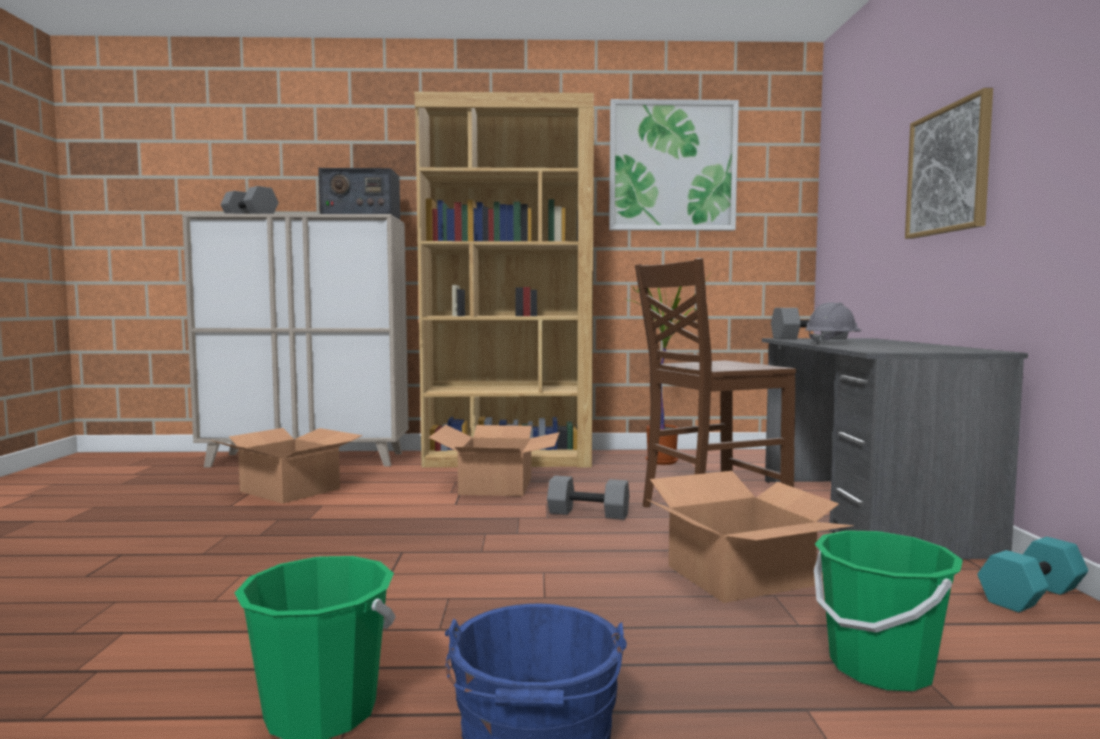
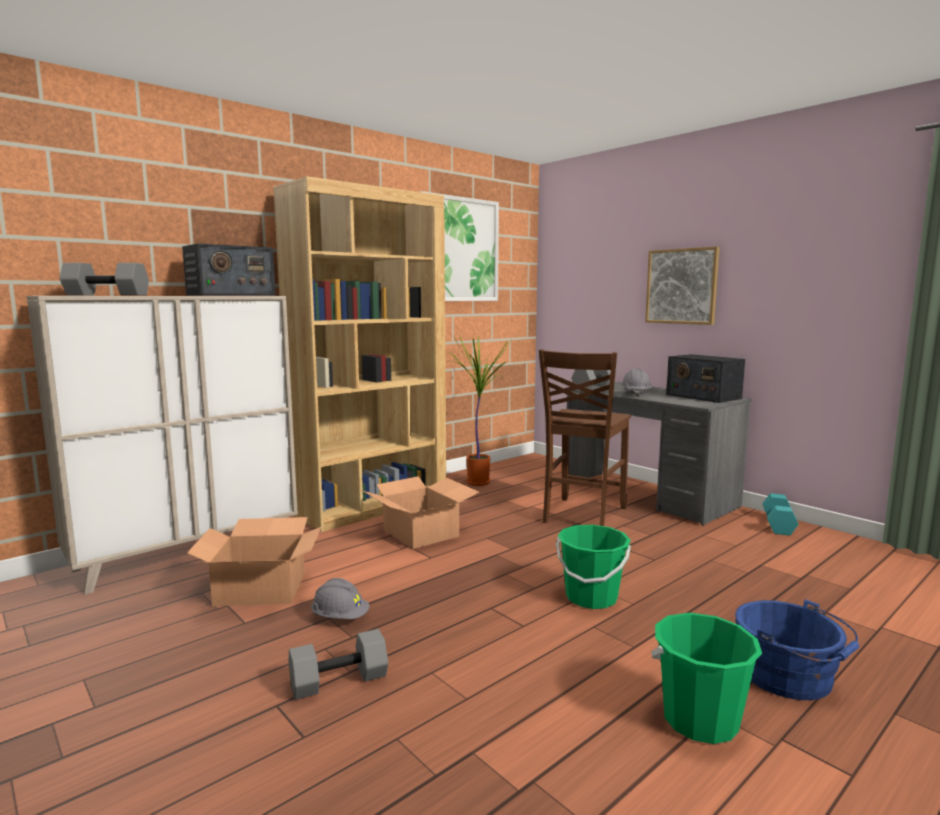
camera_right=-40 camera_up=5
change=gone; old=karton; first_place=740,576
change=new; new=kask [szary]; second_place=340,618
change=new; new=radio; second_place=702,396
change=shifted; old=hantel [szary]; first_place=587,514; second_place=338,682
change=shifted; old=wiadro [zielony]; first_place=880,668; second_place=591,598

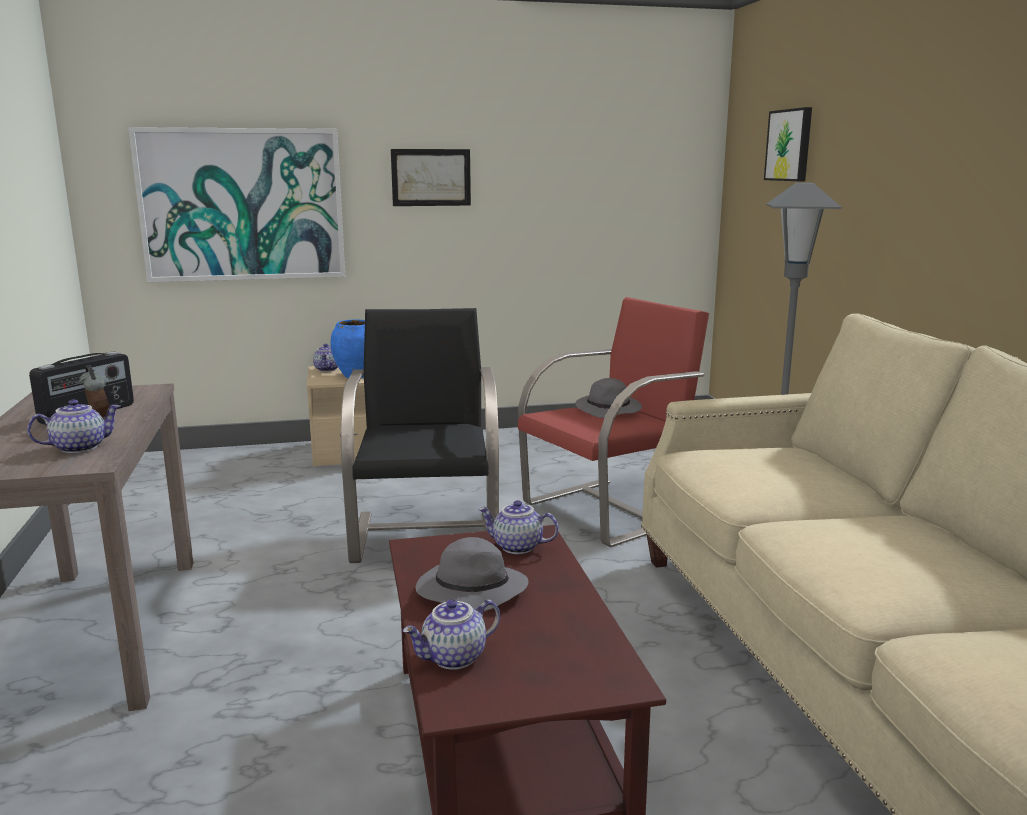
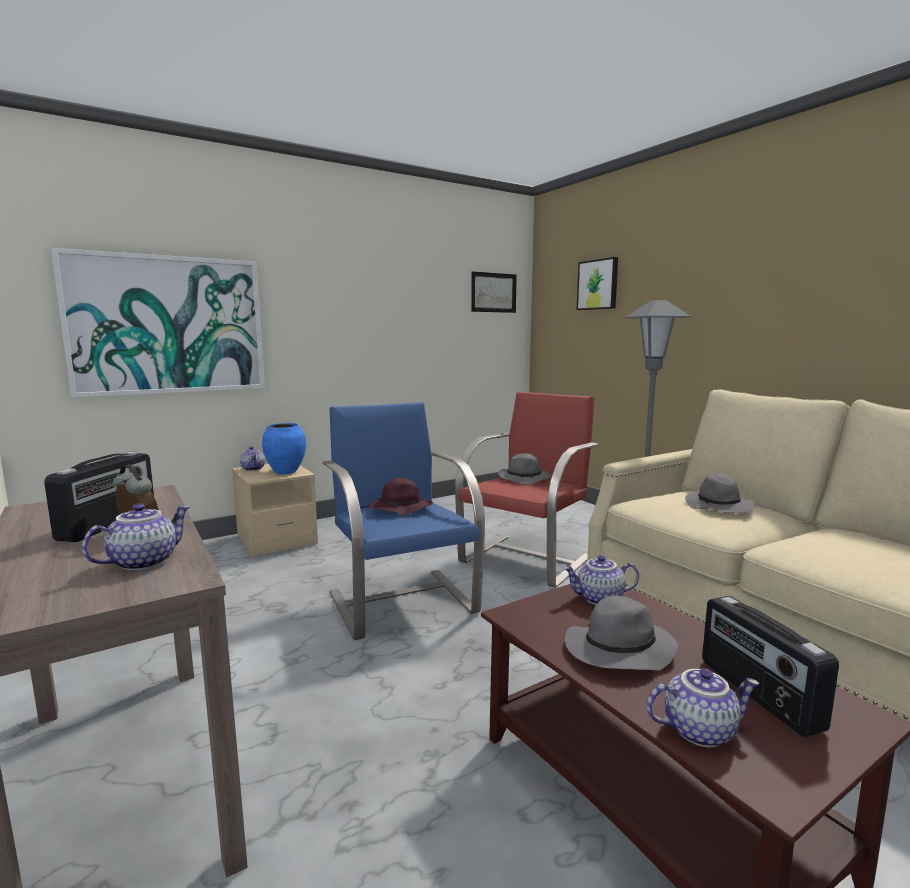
camera_right=-20 camera_up=-5
change=new; new=kapelusz [fioletowy]; second_place=399,508
change=new; new=kapelusz [szary]; second_place=719,506
change=new; new=radio; second_place=757,694
change=shifted; old=obraz; first_place=431,177; second_place=493,292
change=repainted; old=fotel [czarny]; new=fotel [niebieski]; first_place=426,534; second_place=401,601
change=rotated; old=imbryk; first_place=454,658; second_place=699,729; degrees=-135

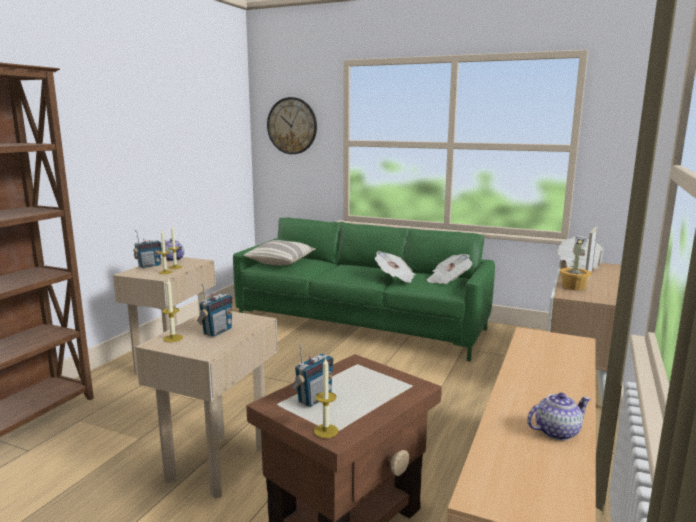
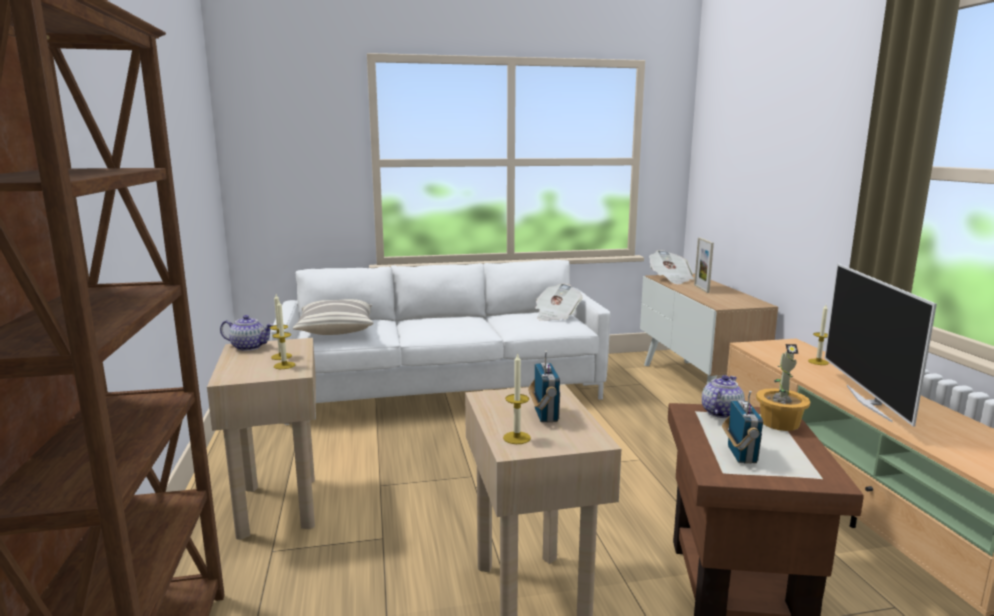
camera_right=-35 camera_up=0
change=gone; old=radio; first_place=149,266
change=gone; old=zegar ścienny; first_place=292,126
change=gone; old=gazeta; first_place=395,278
change=new; new=telewizor; second_place=869,403
change=shifted; old=świeca; first_place=326,431; second_place=818,362
change=shifted; old=imbryk; first_place=556,431; second_place=720,412
change=shifted; old=roślina doniczkowa; first_place=573,287; second_place=779,423
change=repainted; old=kanapa [zielony]; new=kanapa [biały]; first_place=360,326; second_place=445,392

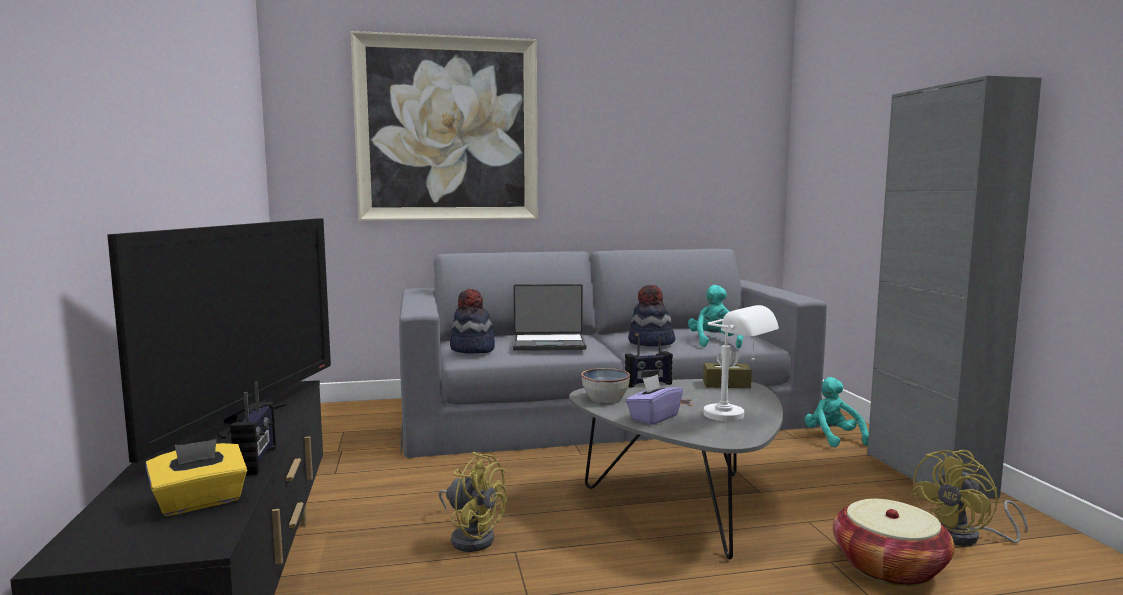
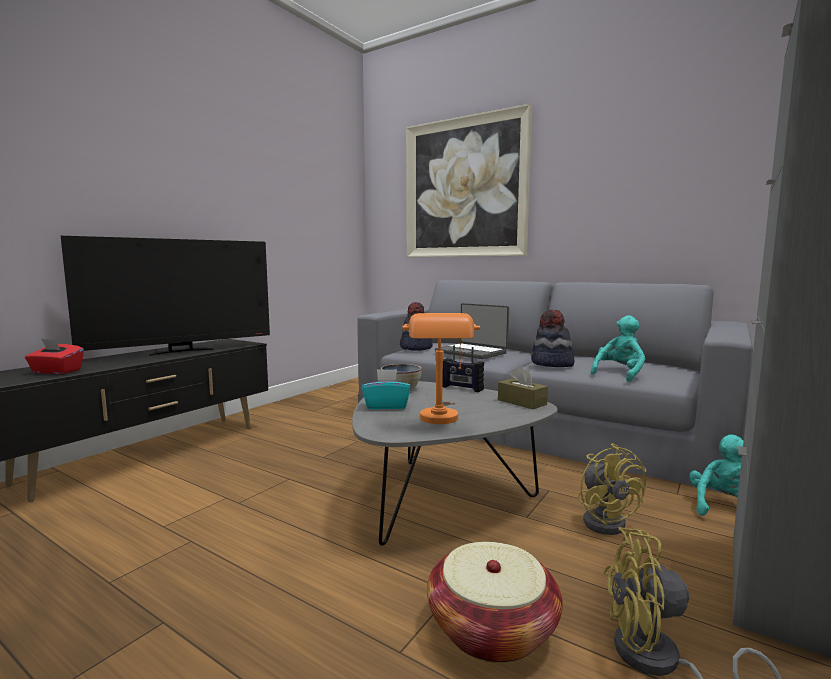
camera_right=45 camera_up=0
change=gone; old=radio; first_place=257,461
change=shifted; old=wentylator [żółty]; first_place=471,536; second_place=606,521
change=repainted; old=pudełko chusteczek [żółty]; new=pudełko chusteczek [czerwony]; first_place=200,502; second_place=56,372
change=repainted; old=pudełko chusteczek [fioletowy]; new=pudełko chusteczek [turkusowy]; first_place=653,418; second_place=386,406
change=repainted; old=lampa stołowa [biały]; new=lampa stołowa [pomarańczowy]; first_place=737,417; second_place=441,422

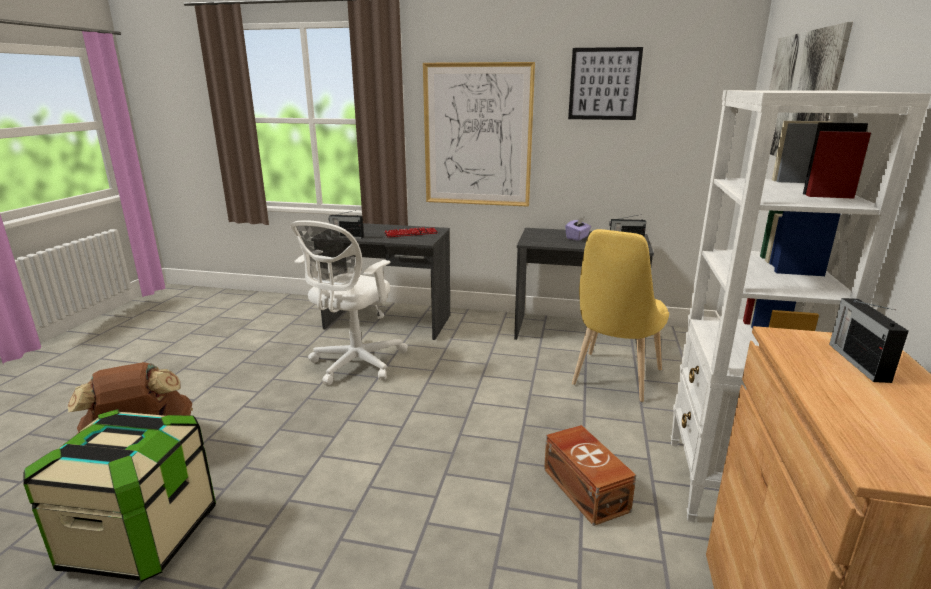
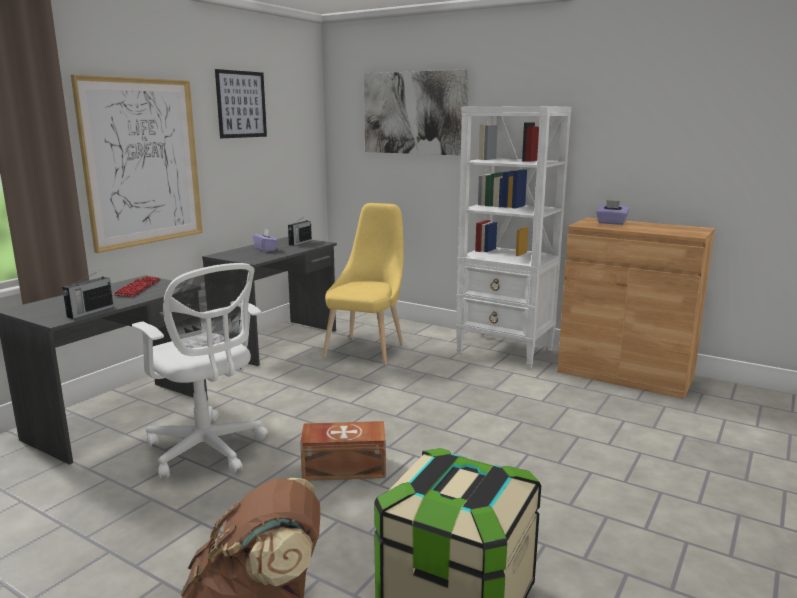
camera_right=-70 camera_up=-5
change=shifted; old=pojemnik do przechowywania [brązowy]; first_place=585,488; second_place=343,467
change=swapped; old=radio; new=pudełko chusteczek [fioletowy]; first_place=857,361; second_place=611,223
change=rotated; old=krzesło [żółty]; first_place=613,379; second_place=367,348; degrees=-120

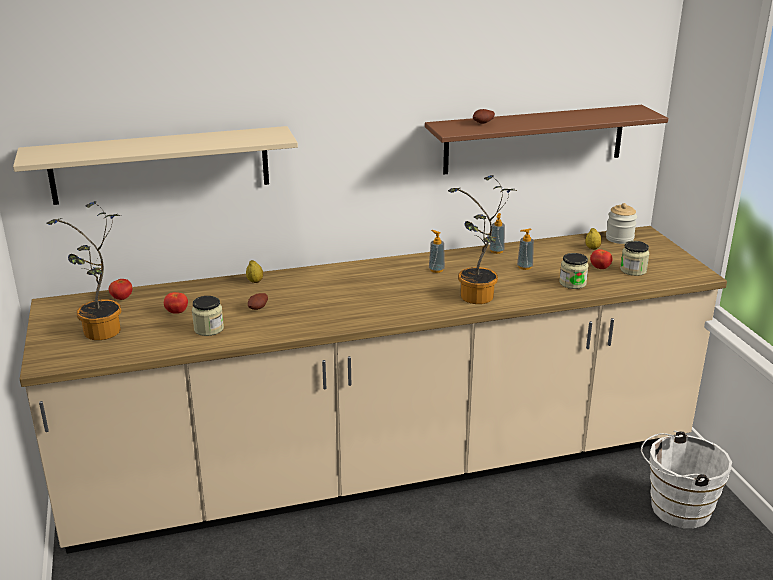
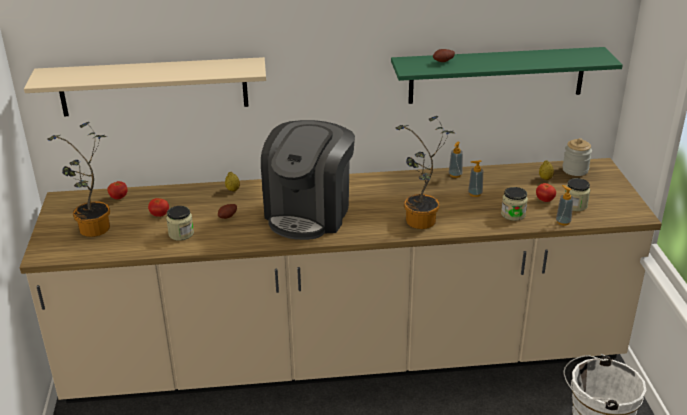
camera_right=10 camera_up=5
change=new; new=ekspres do kawy; second_place=309,213
change=shifted; old=dozownik mydła; first_place=436,270; second_place=563,222
change=repainted; old=półka [brązowy]; new=półka [zielony]; first_place=534,139; second_place=496,75

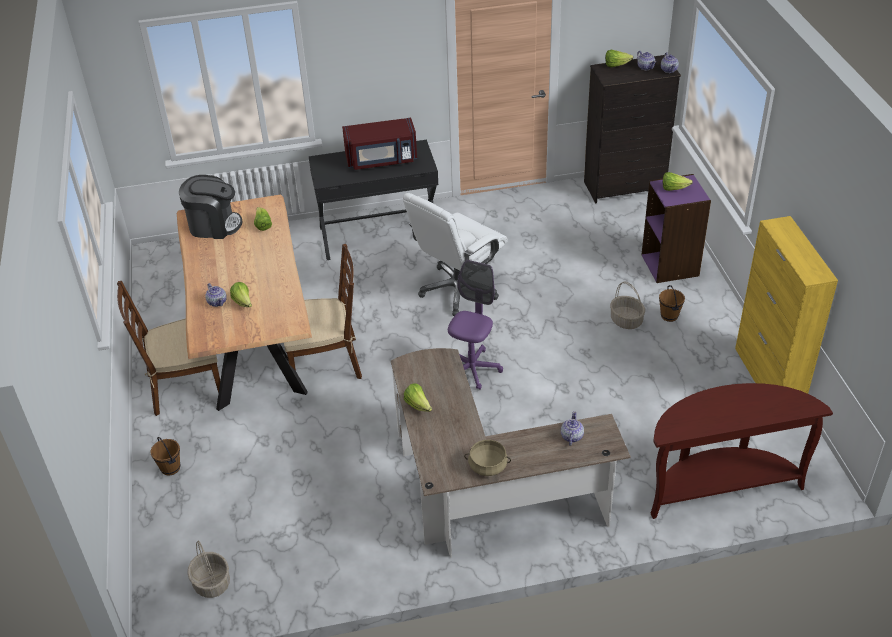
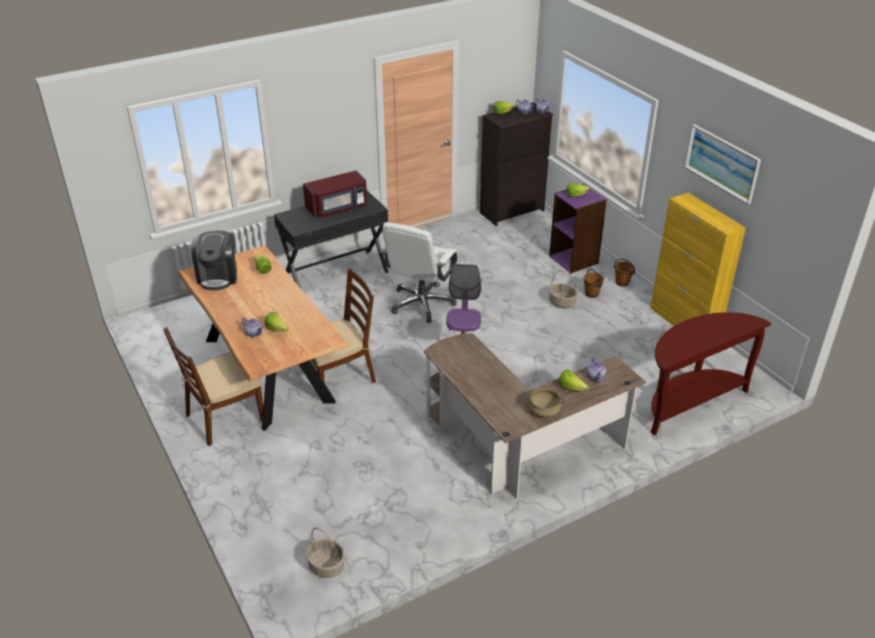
camera_right=-20 camera_up=-5
change=new; new=obraz; second_place=722,163
change=shifted; old=wiadro [brązowy]; first_place=170,468; second_place=622,283
change=shifted; old=sałata; first_place=418,405; second_place=571,388
change=rotated; old=ekspres do kawy; first_place=214,225; second_place=218,276; degrees=105

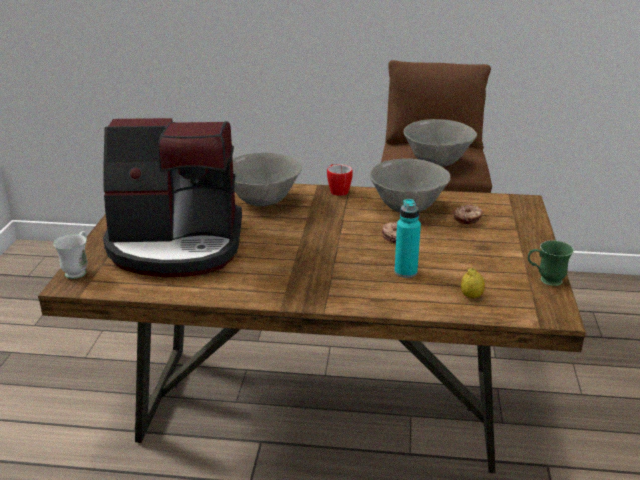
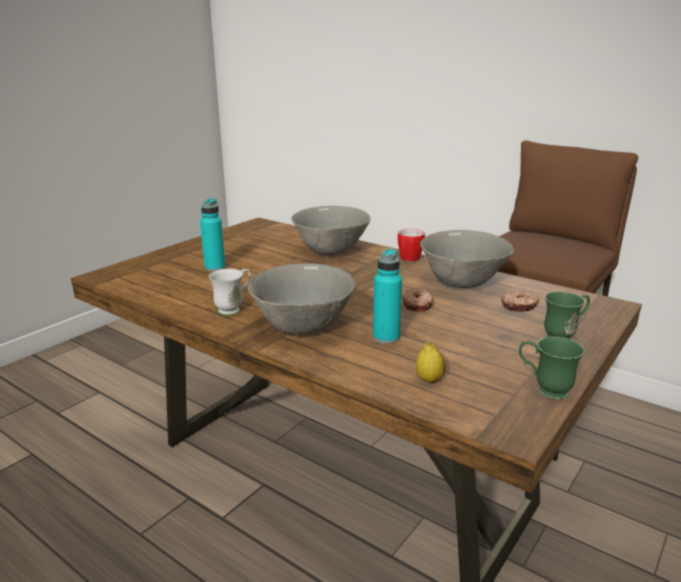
camera_right=30 camera_up=-5
change=new; new=kubek [zielony]; second_place=564,336
change=shifted; old=kubek [biały]; first_place=78,270; second_place=234,309
change=shifted; old=miska [szary]; first_place=437,163; second_place=303,328
change=swapped; old=ekspres do kawy; new=butelka [turkusowy]; first_place=176,245; second_place=215,267

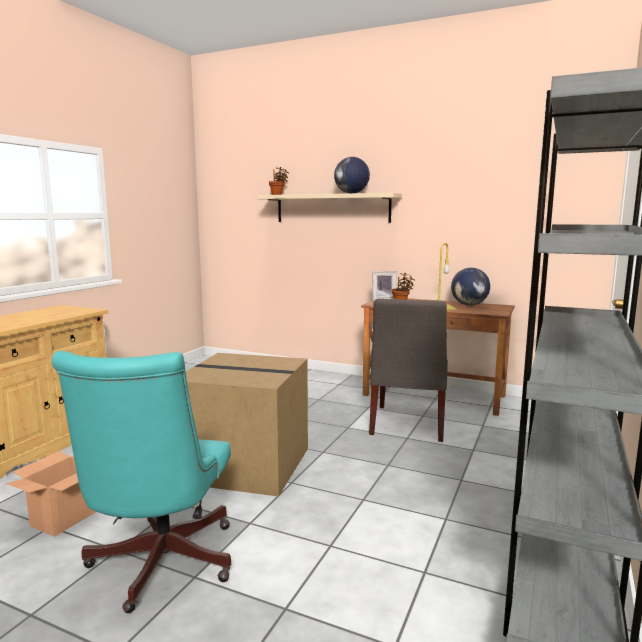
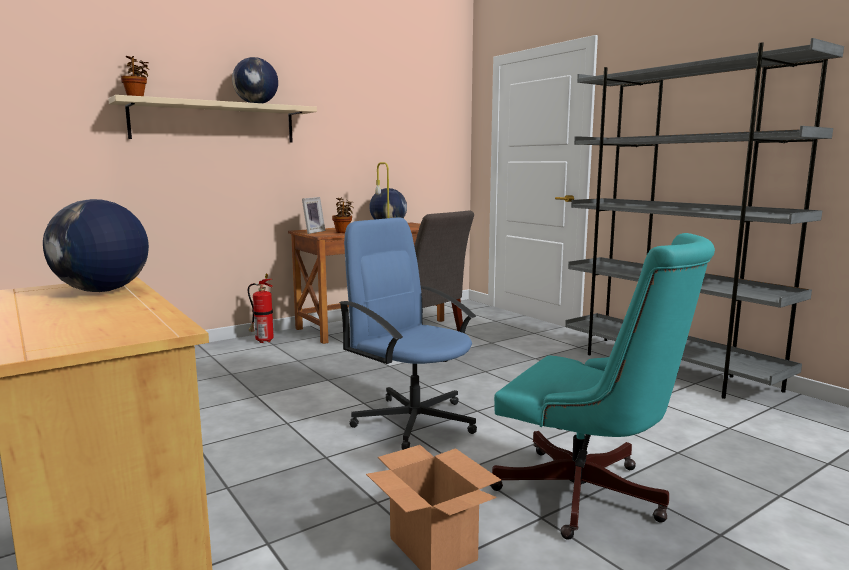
camera_right=-60 camera_up=0
change=new; new=globus; second_place=102,291
change=new; new=gaśnica; second_place=262,341
change=swapped; old=karton; new=krzesło biurowe [niebieski]; first_place=248,464; second_place=413,420

